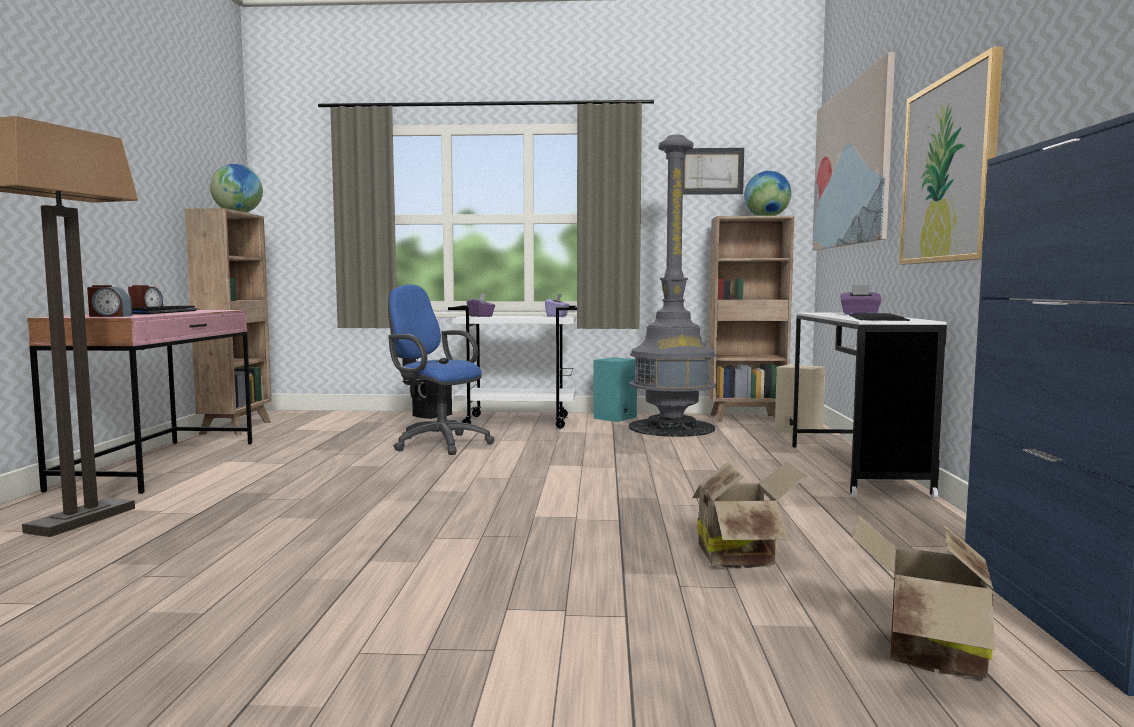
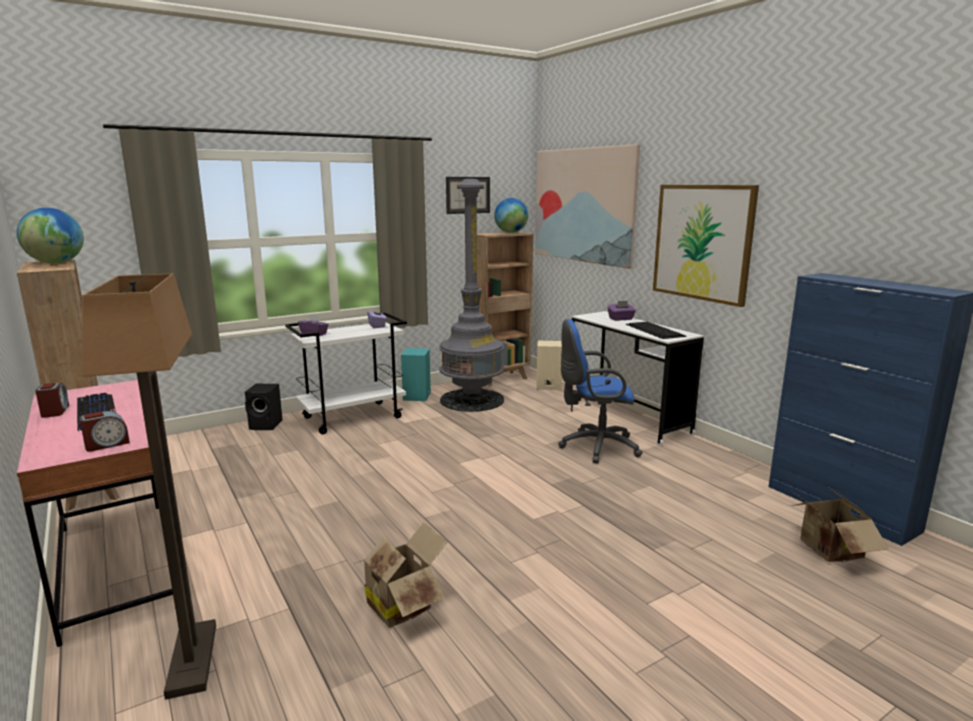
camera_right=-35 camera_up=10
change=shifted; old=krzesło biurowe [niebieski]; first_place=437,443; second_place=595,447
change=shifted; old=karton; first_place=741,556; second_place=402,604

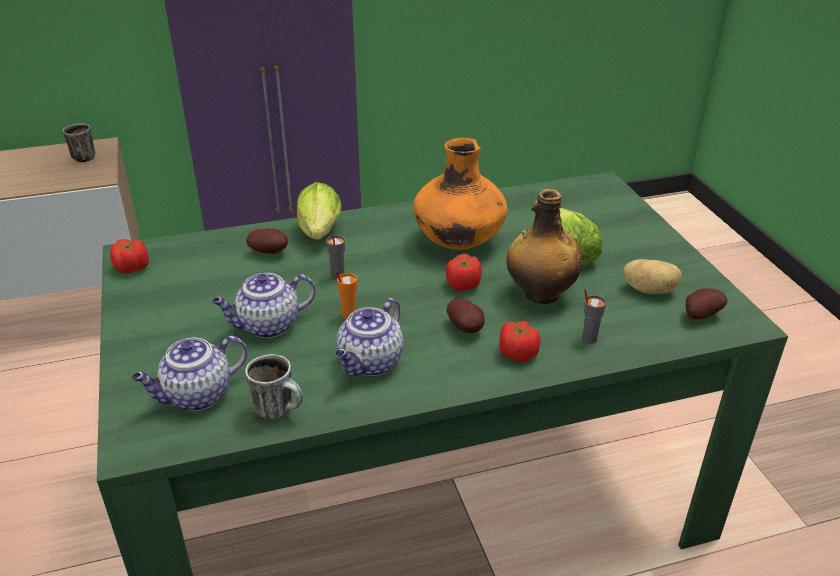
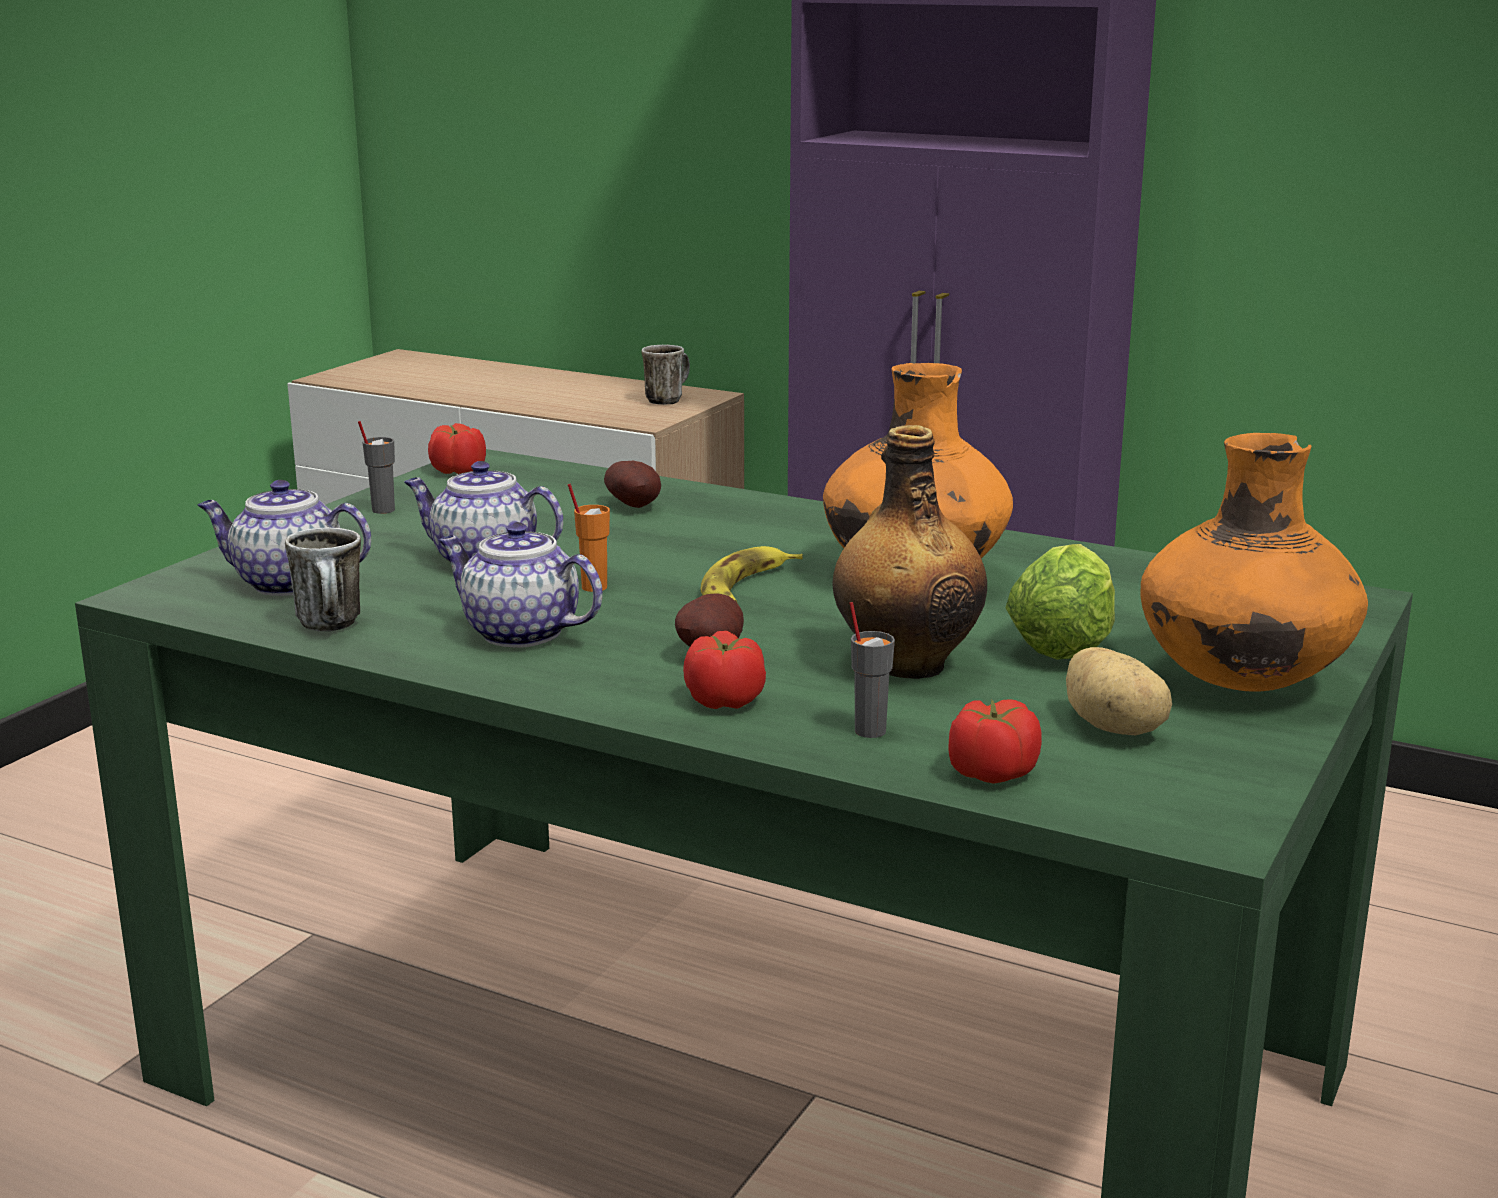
camera_right=45 camera_up=-15
change=gone; old=sałata; first_place=319,234
change=gone; old=ziemniak; first_place=699,315
change=new; new=banan; second_place=746,588
change=new; new=wazon [pomarańczowy]; second_place=1243,682
change=shifted; old=filiżanka [szary]; first_place=337,276; second_place=382,510
change=shifted; old=pomidor; first_place=463,285; second_place=991,773
change=rotated; old=imbryk; first_place=370,363; second_place=518,633; degrees=45

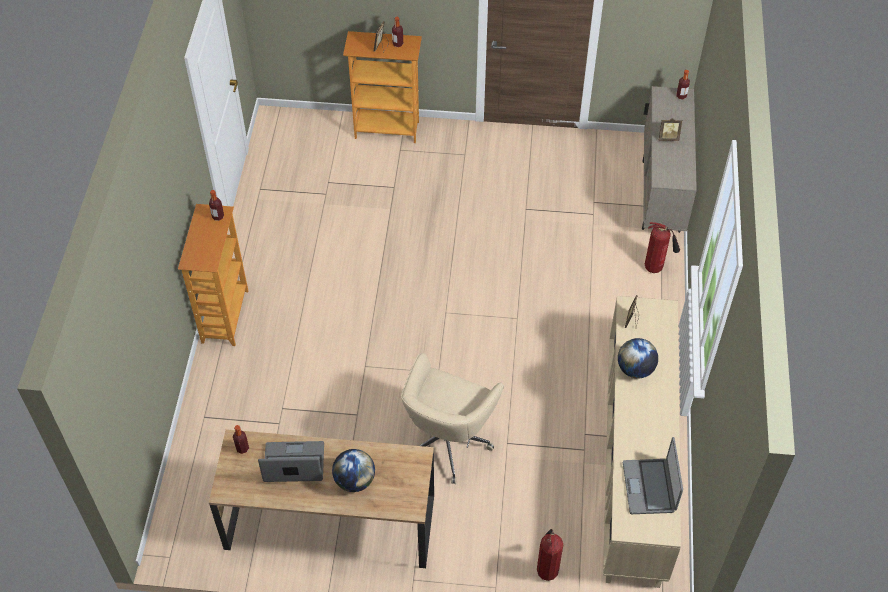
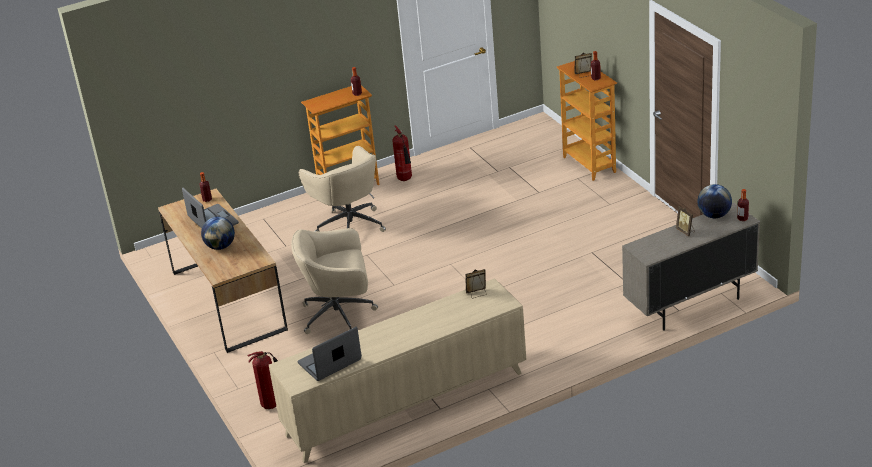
camera_right=60 camera_up=-20
change=new; new=krzesło biurowe [beżowy]; second_place=349,225
change=shifted; old=globus; first_place=635,369; second_place=714,215
change=shifted; old=gaśnica; first_place=656,268; second_place=405,180

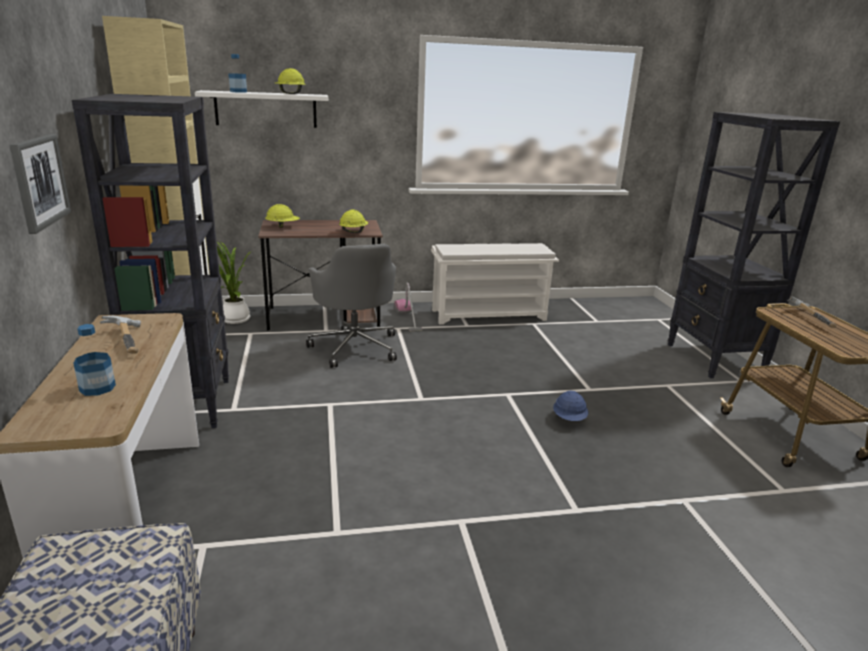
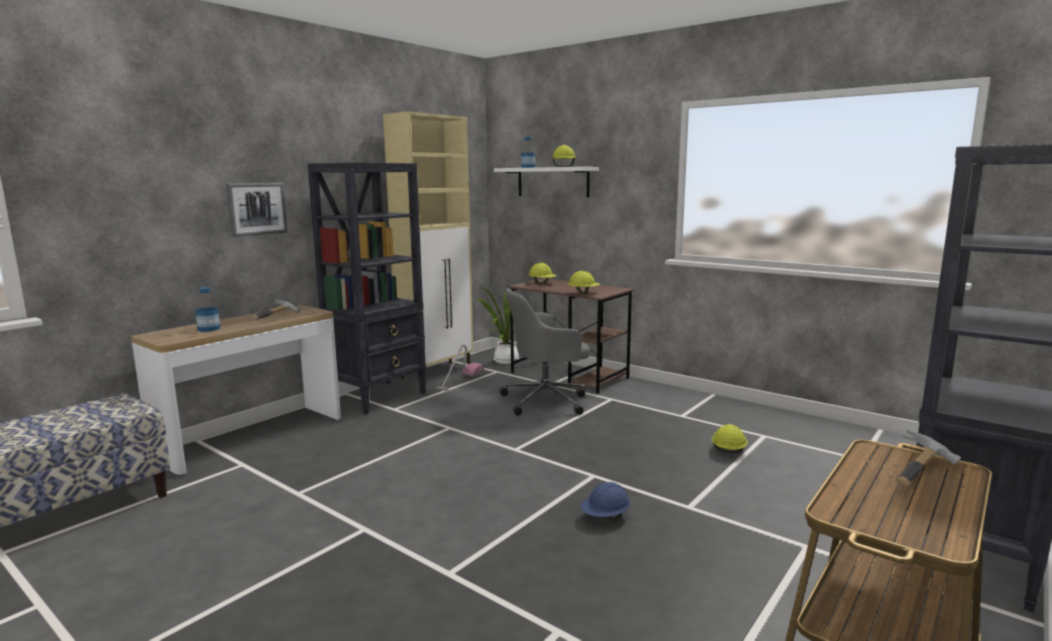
camera_right=50 camera_up=-10
change=gone; old=regał na buty [biały]; first_place=489,315
change=new; new=kask [żółty]; second_place=728,451
change=shifted; old=odkurzacz; first_place=408,318; second_place=460,380
change=rotated; old=krzesło biurowe [szary]; first_place=355,347; second_place=546,400; degrees=45

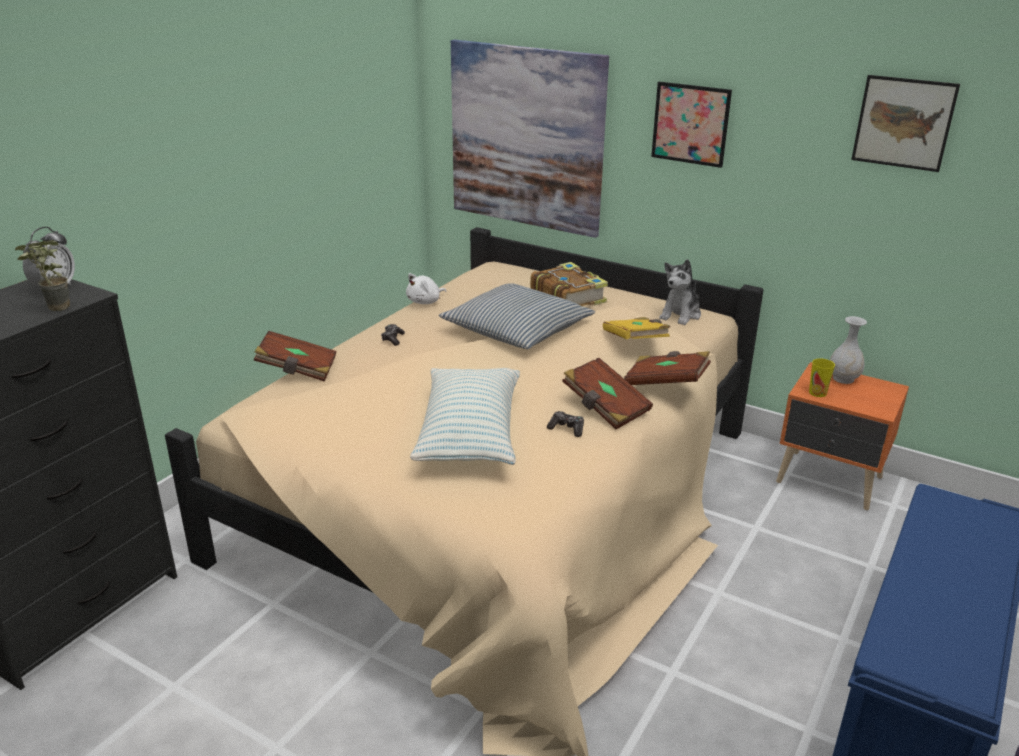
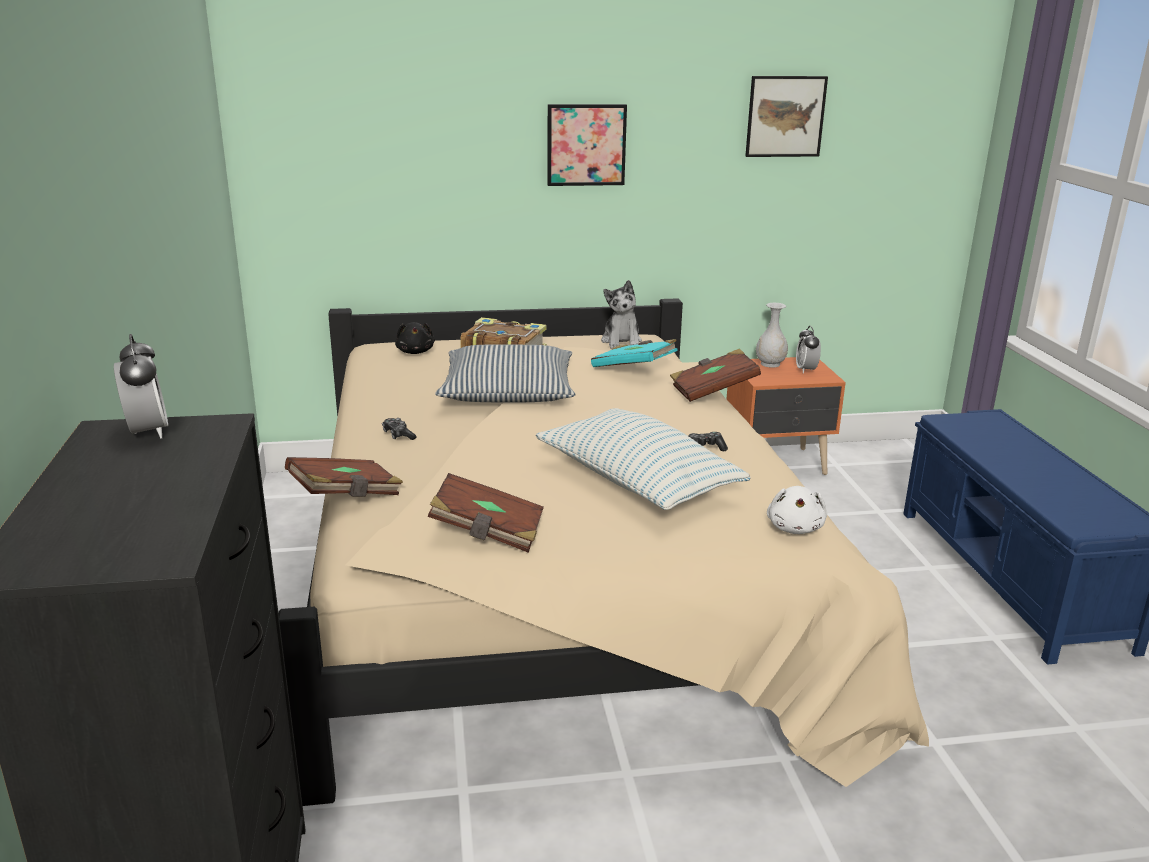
camera_right=-40 camera_up=-5
change=gone; old=roślina doniczkowa; first_place=53,309
change=gone; old=obraz; first_place=526,138
change=gone; old=filiżanka; first_place=817,392
change=new; new=pluszak [czarny]; second_place=415,352
change=new; new=budzik; second_place=806,370
change=shifted; old=pluszak [biały]; first_place=425,302; second_place=795,528
change=shifted; old=książka [brązowy]; first_place=605,408; second_place=487,533
change=repainted; old=książka [żółty]; new=książka [turkusowy]; first_place=635,342; second_place=634,369

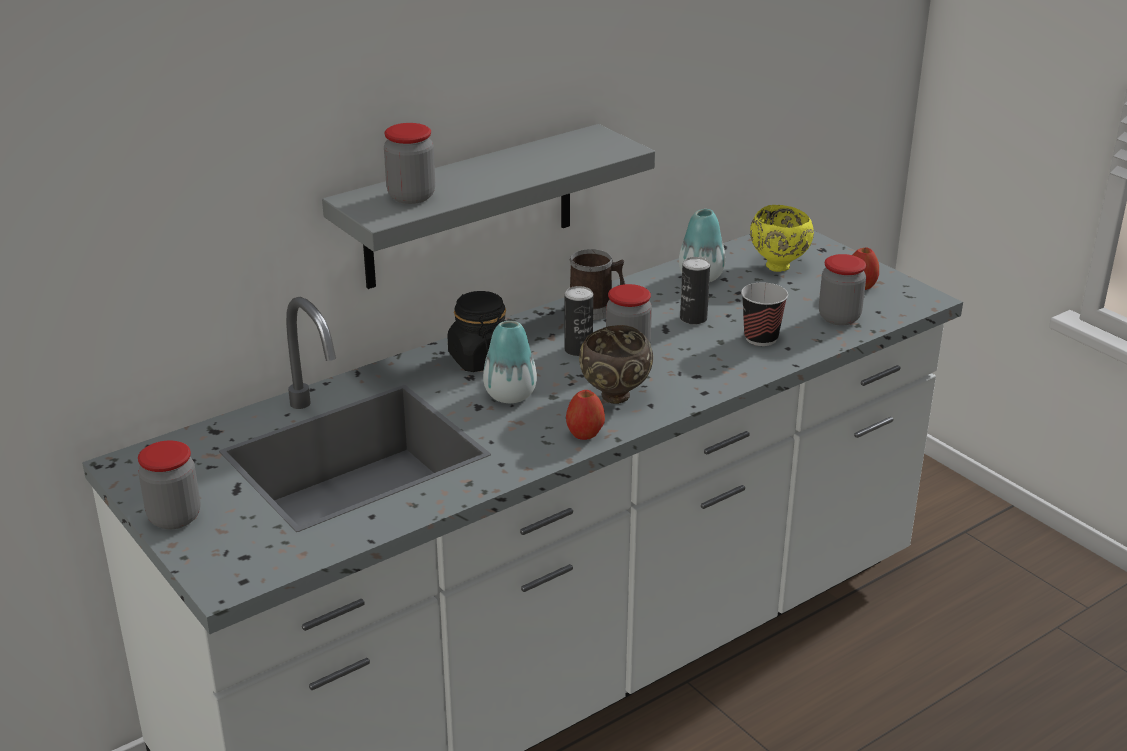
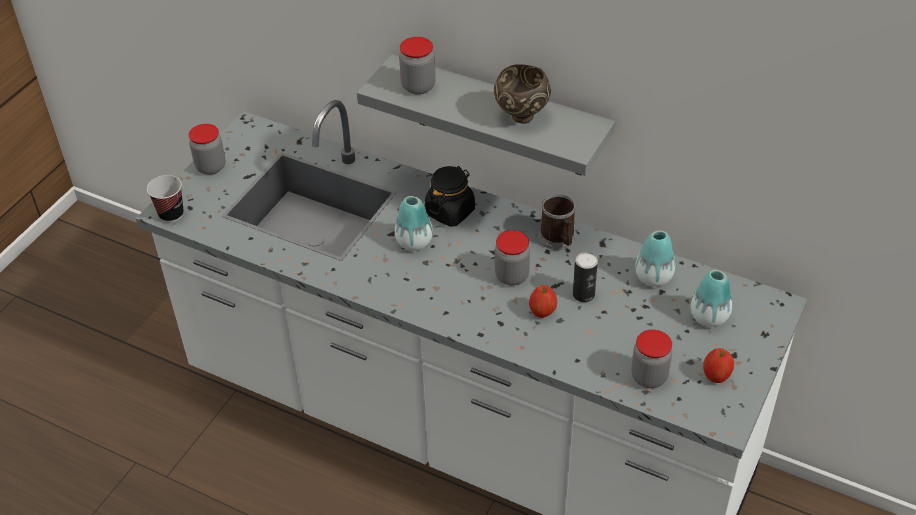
camera_right=65 camera_up=15
change=gone; old=puszka; first_place=578,350
change=shifted; old=jabłko; first_place=585,434; second_place=542,312
change=shifted; old=miska [brązowy]; first_place=614,398; second_place=520,117
change=shifted; old=filiżanka; first_place=761,338; second_place=171,214
change=swapped; old=miska [żółty]; new=wazon; first_place=779,267; second_place=709,317

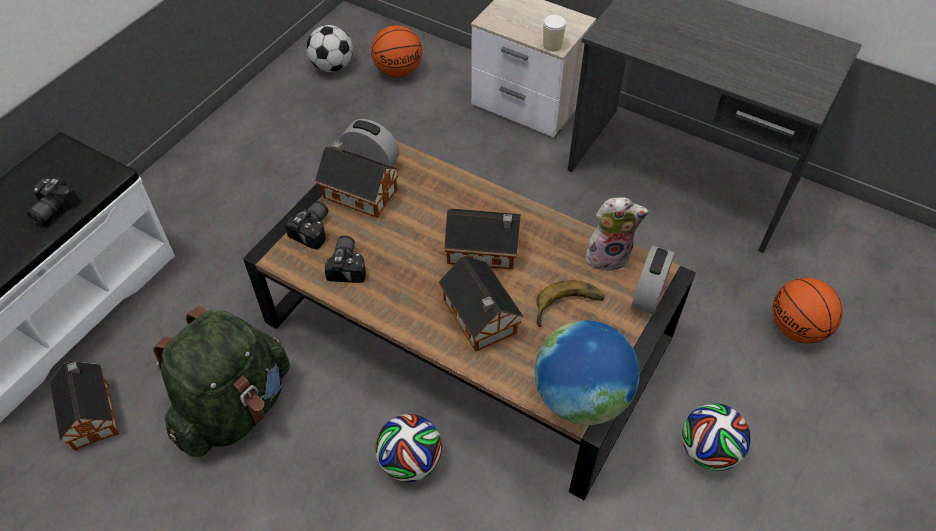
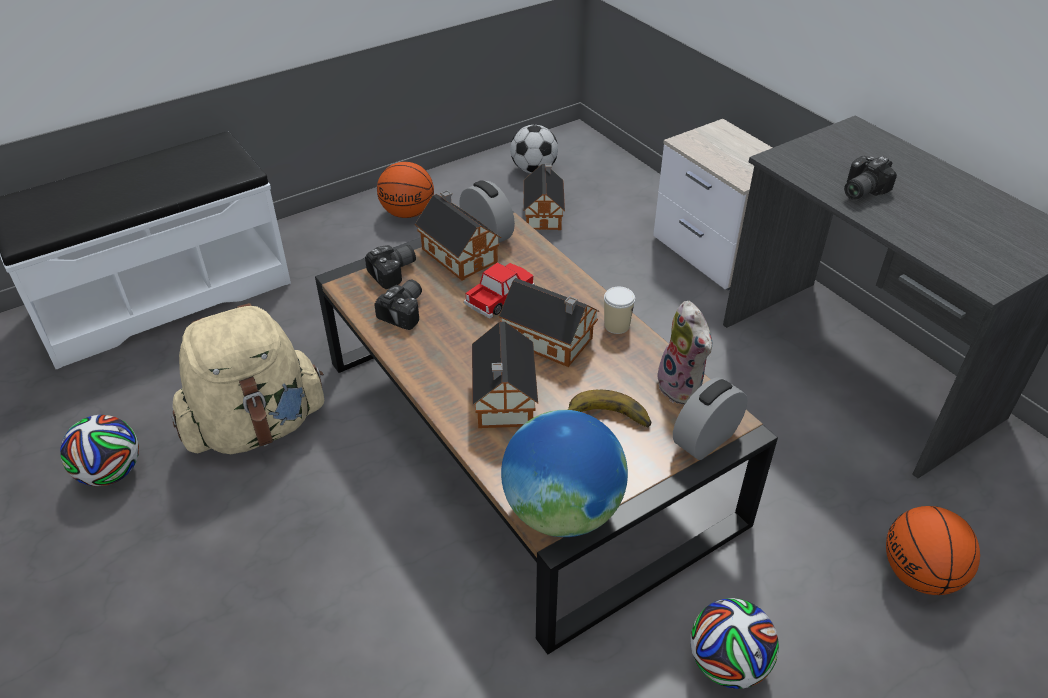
camera_right=25 camera_up=-10
change=new; new=samochodzik; second_place=500,297
change=shifted; old=aparat fotograficzny; first_place=51,209; second_place=859,190
change=shifted; old=domek; first_place=91,412; second_place=544,213
change=shifted; old=piłka do koszykówki; first_place=398,71; second_place=408,213
change=shifted; old=piłka futbolowa; first_place=410,461; second_place=111,473
change=shifted; old=filiżanka; first_place=552,45; second_place=616,325
change=repainted; old=plecak [zielony]; new=plecak [beżowy]; first_place=235,408; second_place=257,427
change=rotated; old=pluszak; first_place=608,255; second_place=683,387; degrees=45

